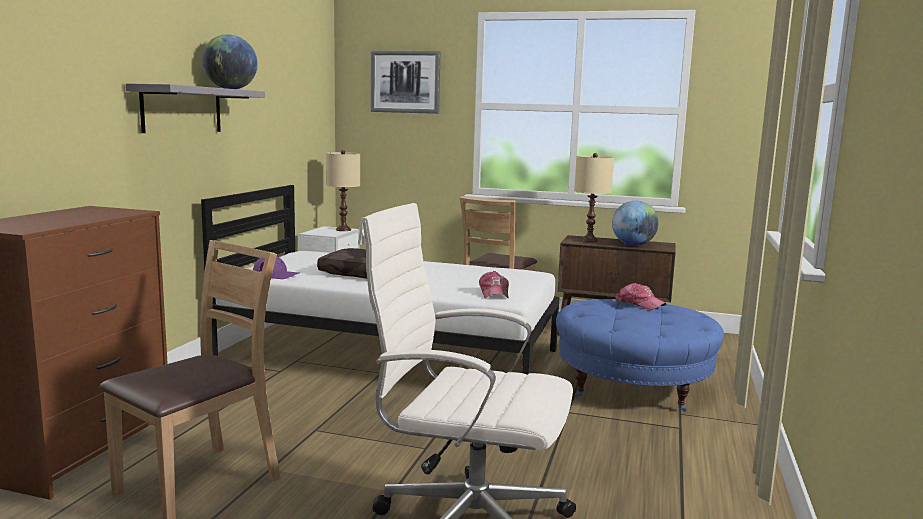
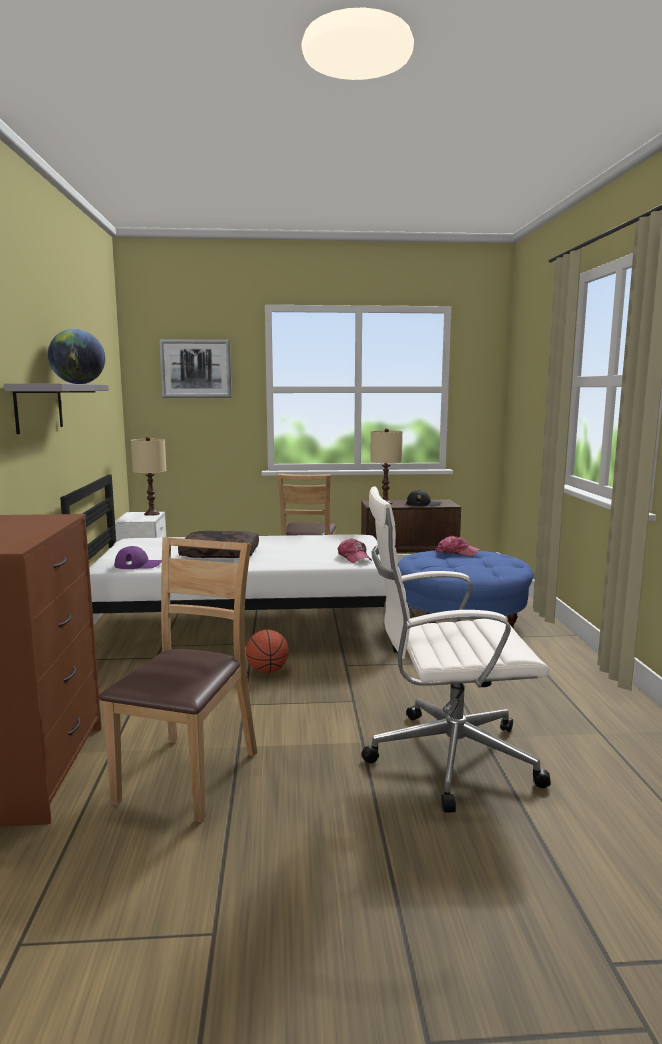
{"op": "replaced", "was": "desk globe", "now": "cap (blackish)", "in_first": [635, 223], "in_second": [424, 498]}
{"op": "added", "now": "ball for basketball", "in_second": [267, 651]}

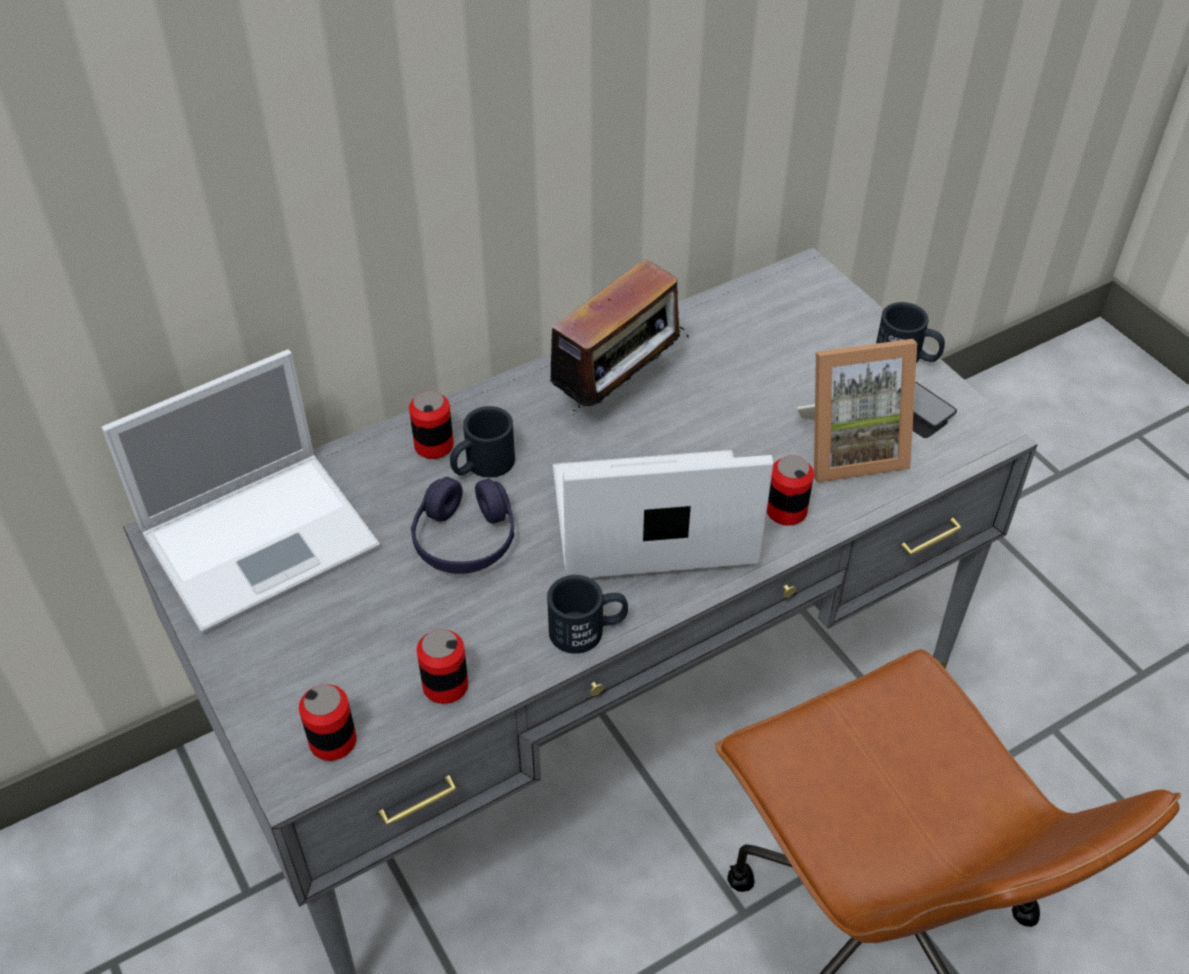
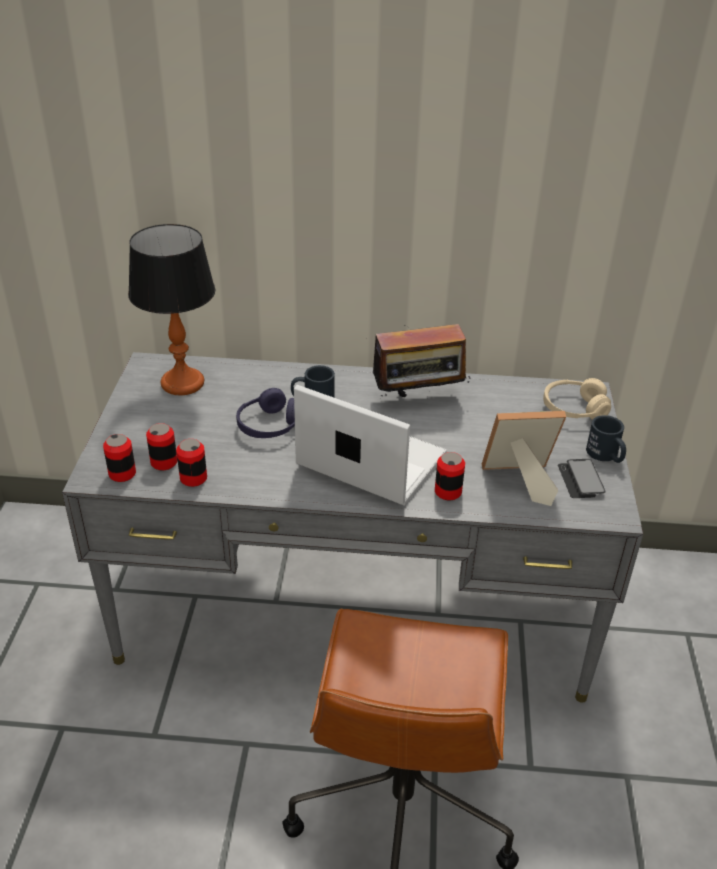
{"op": "replaced", "was": "portable computer", "now": "table lamp", "in_first": [240, 491], "in_second": [171, 309]}
{"op": "moved", "was": "can", "in_first": [431, 425], "in_second": [161, 446]}
{"op": "removed", "was": "tea mug (blackish)", "in_first": [587, 614]}
{"op": "turned", "was": "standing frame", "in_first": [857, 411], "in_second": [524, 458], "clockwise": 150}
{"op": "added", "now": "headphones (sand-coloured)", "in_second": [577, 399]}

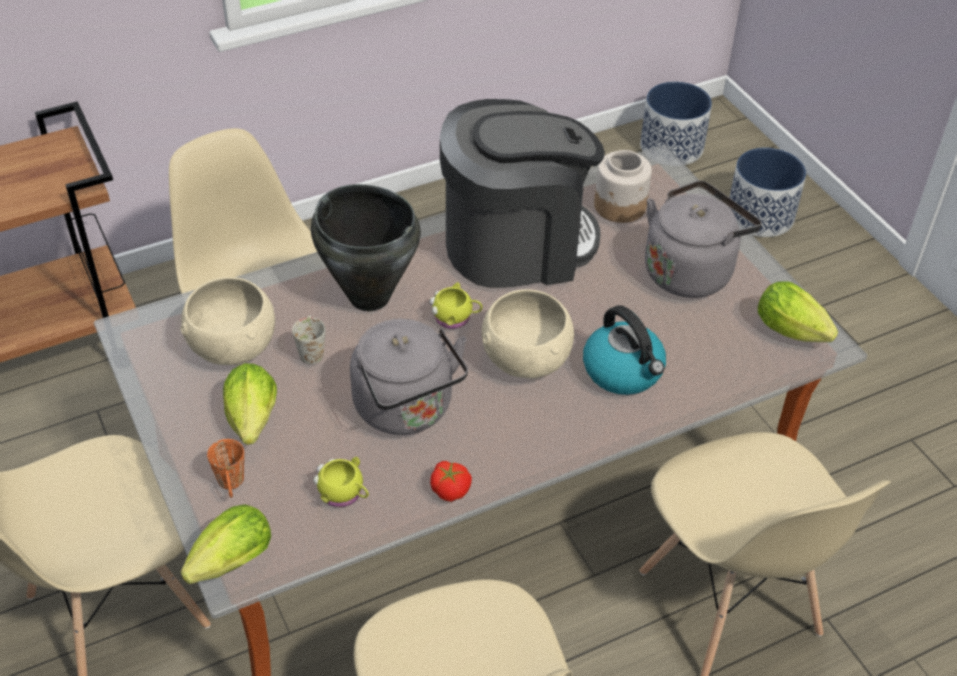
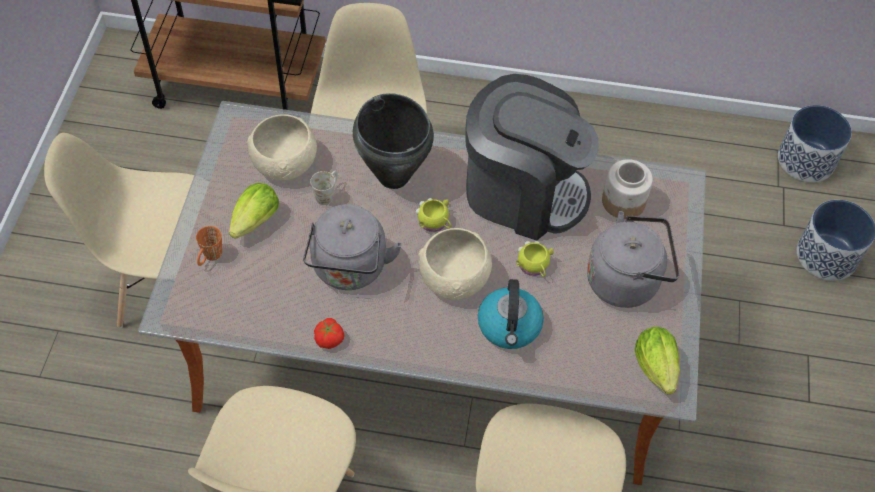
{"op": "removed", "was": "head of lettuce", "in_first": [226, 544]}
{"op": "moved", "was": "tea mug (yellow-coloured)", "in_first": [341, 482], "in_second": [534, 259]}

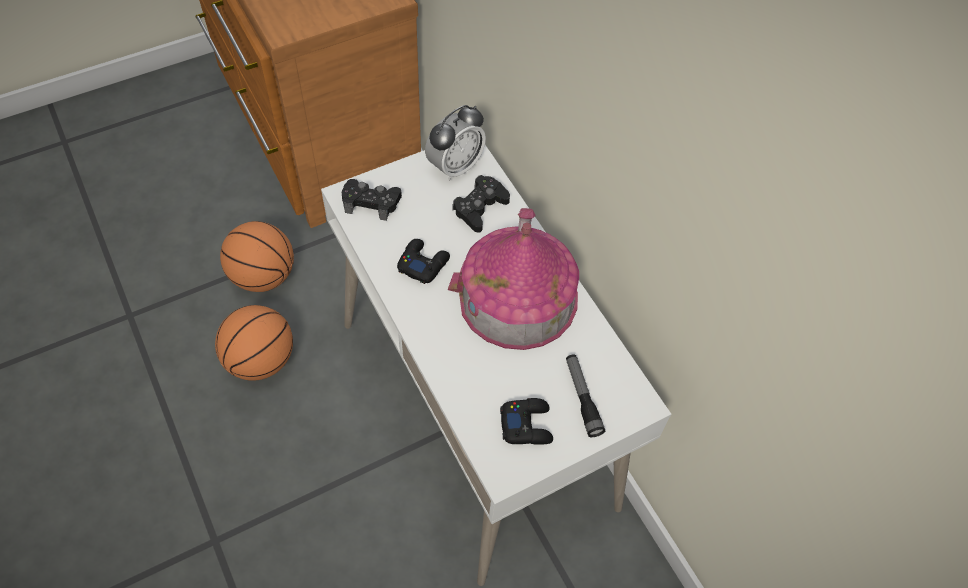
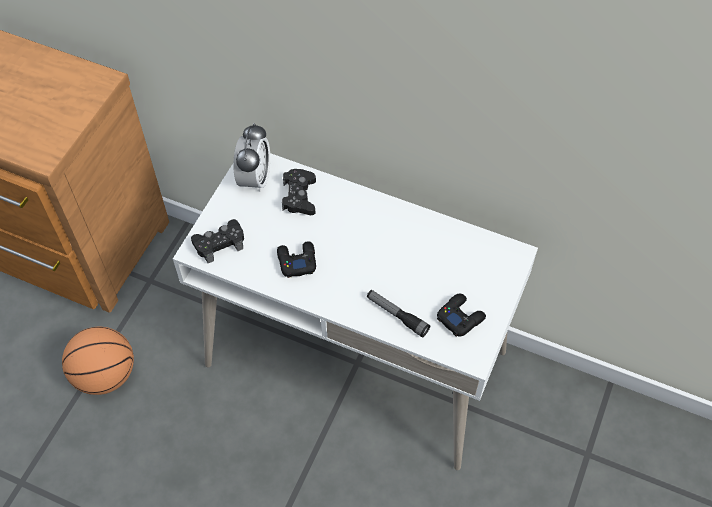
{"op": "removed", "was": "ball for basketball", "in_first": [254, 343]}
{"op": "removed", "was": "toy house", "in_first": [513, 279]}
{"op": "moved", "was": "hand torch", "in_first": [585, 395], "in_second": [398, 314]}

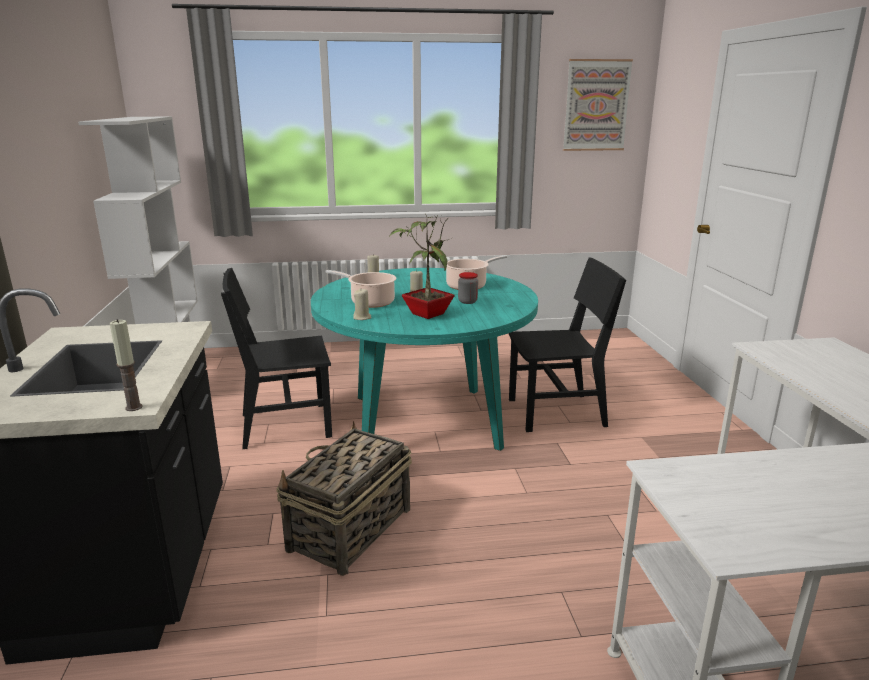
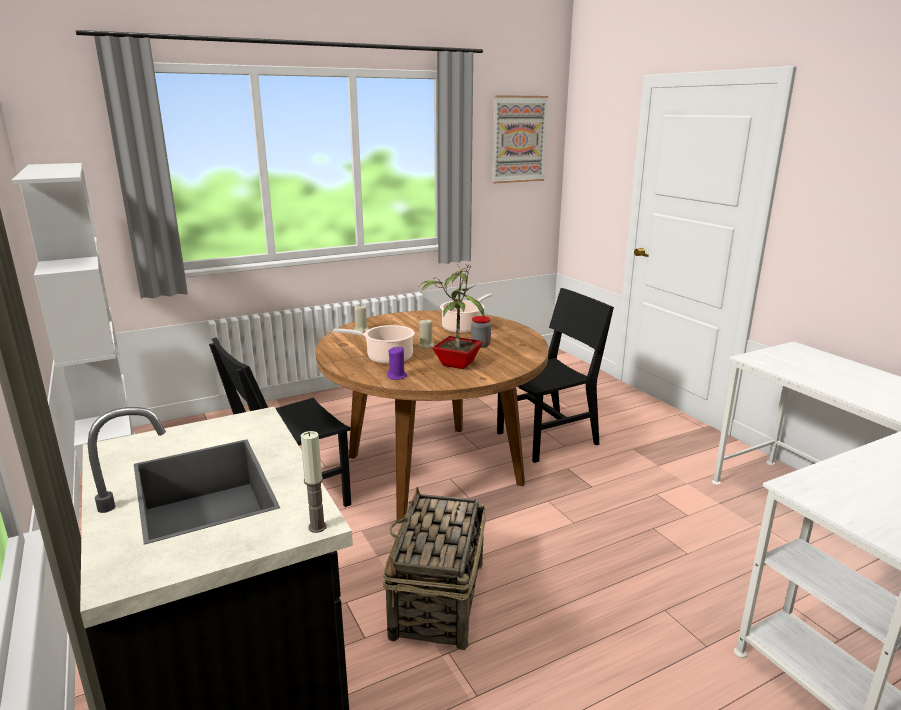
{"op": "recoloured", "was": "dining table (turquoise-coloured)", "now": "dining table (brown)", "in_first": [424, 359], "in_second": [432, 415]}
{"op": "recoloured", "was": "candle (sand-coloured)", "now": "candle (purplish)", "in_first": [362, 304], "in_second": [397, 363]}

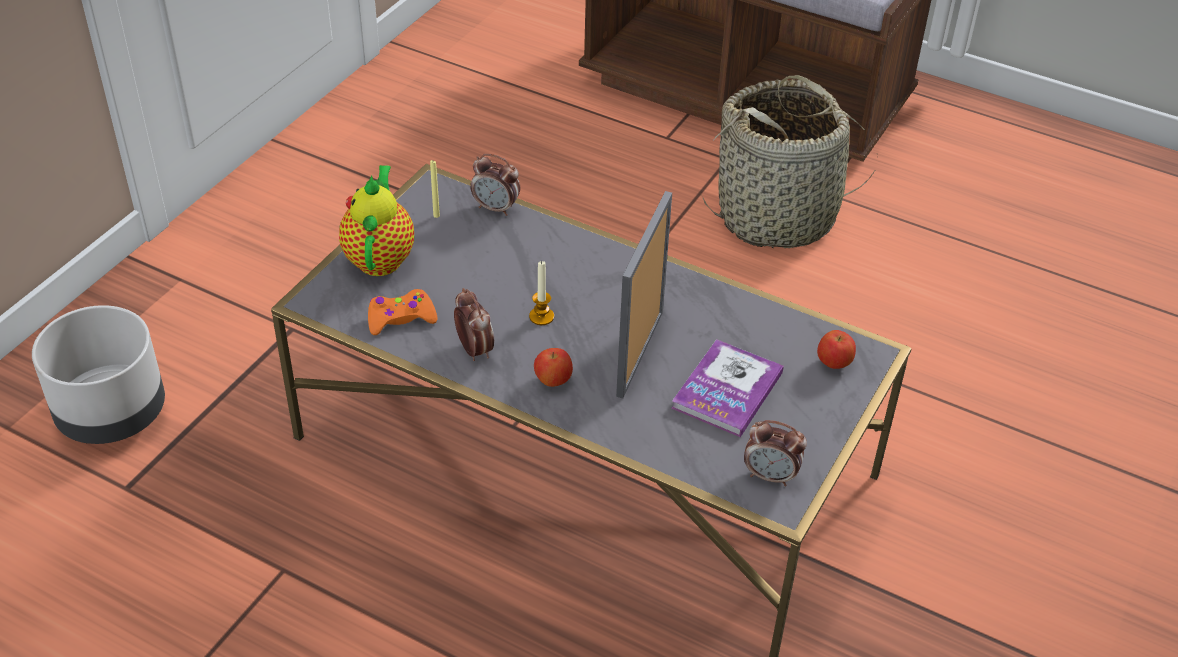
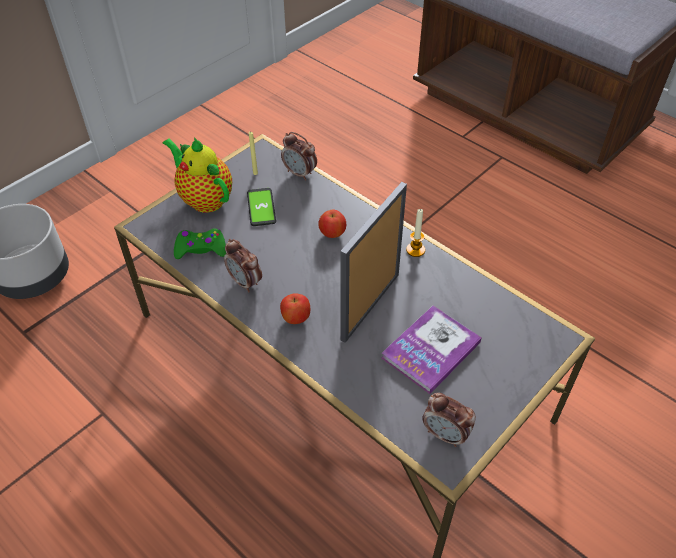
{"op": "turned", "was": "teapot", "in_first": [376, 220], "in_second": [197, 175], "clockwise": -60}
{"op": "recoloured", "was": "gamepad (orange-coloured)", "now": "gamepad (green-coloured)", "in_first": [402, 312], "in_second": [200, 244]}
{"op": "turned", "was": "bedside clock", "in_first": [474, 324], "in_second": [243, 265], "clockwise": 150}
{"op": "moved", "was": "candle", "in_first": [541, 293], "in_second": [415, 233]}
{"op": "removed", "was": "storage basket", "in_first": [788, 161]}
{"op": "moved", "was": "apple", "in_first": [836, 349], "in_second": [332, 224]}
{"op": "added", "now": "phone", "in_second": [261, 207]}

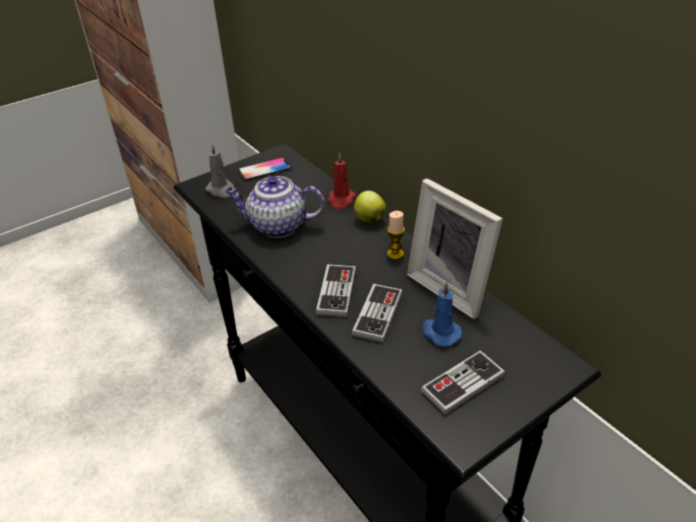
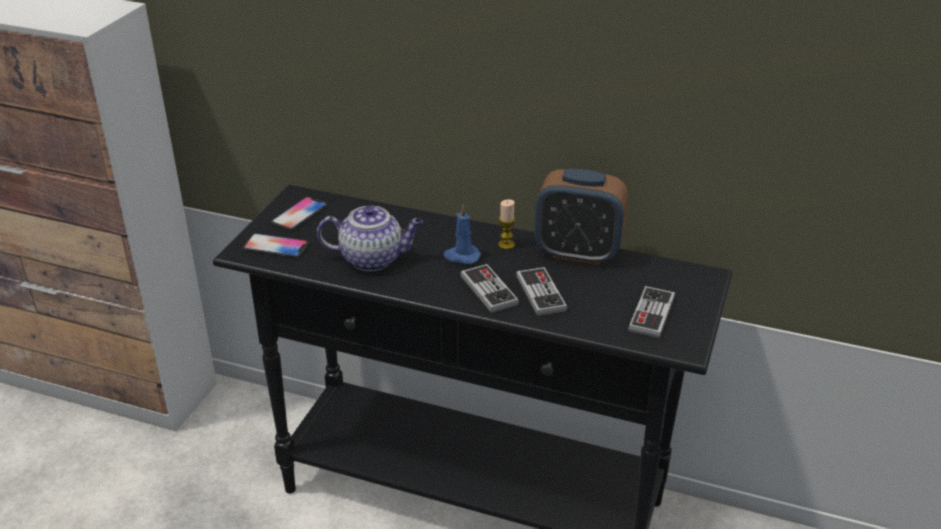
{"op": "replaced", "was": "candle (gray)", "now": "phone", "in_first": [220, 171], "in_second": [276, 245]}
{"op": "turned", "was": "teapot", "in_first": [275, 207], "in_second": [370, 238], "clockwise": -150}
{"op": "removed", "was": "candle (red)", "in_first": [342, 181]}
{"op": "removed", "was": "apple", "in_first": [370, 207]}
{"op": "replaced", "was": "standing frame", "now": "bedside clock", "in_first": [455, 248], "in_second": [581, 217]}
{"op": "moved", "was": "candle (blue-coloured)", "in_first": [442, 314], "in_second": [462, 234]}

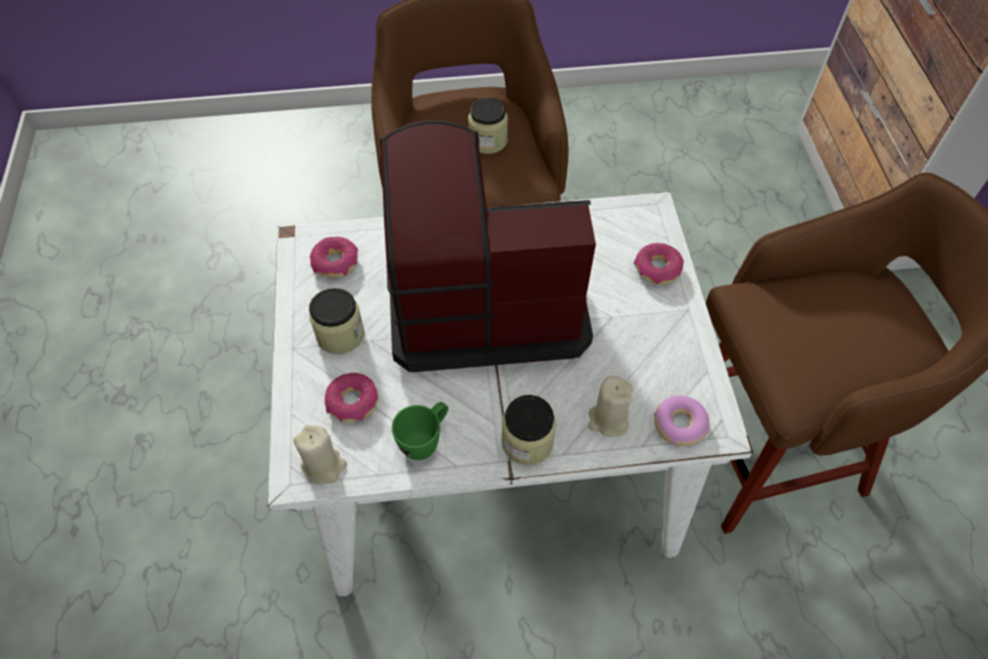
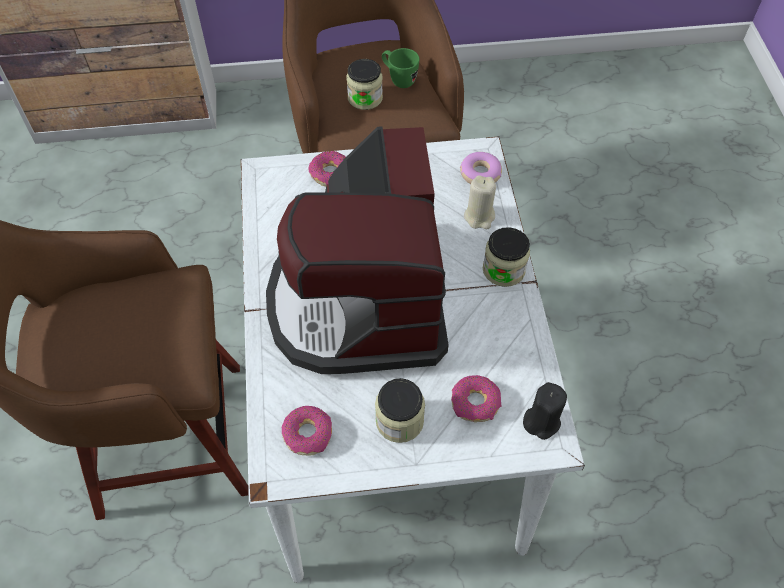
{"op": "recoloured", "was": "candle (sand-coloured)", "now": "candle (blackish)", "in_first": [320, 455], "in_second": [545, 411]}
{"op": "moved", "was": "tea mug (green-coloured)", "in_first": [420, 431], "in_second": [400, 68]}
{"op": "moved", "was": "storage jar", "in_first": [488, 126], "in_second": [365, 84]}

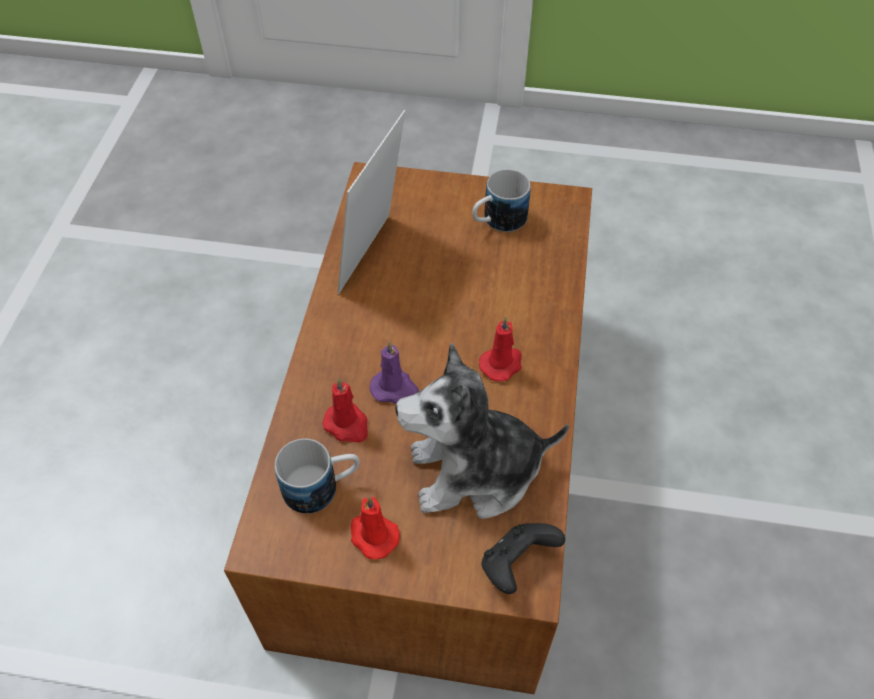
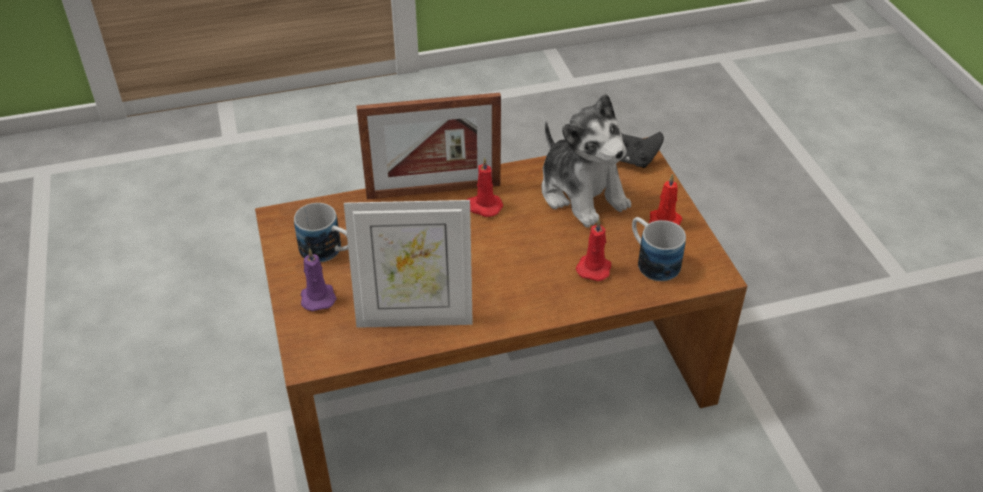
{"op": "moved", "was": "candle (purplish)", "in_first": [394, 372], "in_second": [319, 279]}
{"op": "added", "now": "standing frame", "in_second": [428, 146]}

